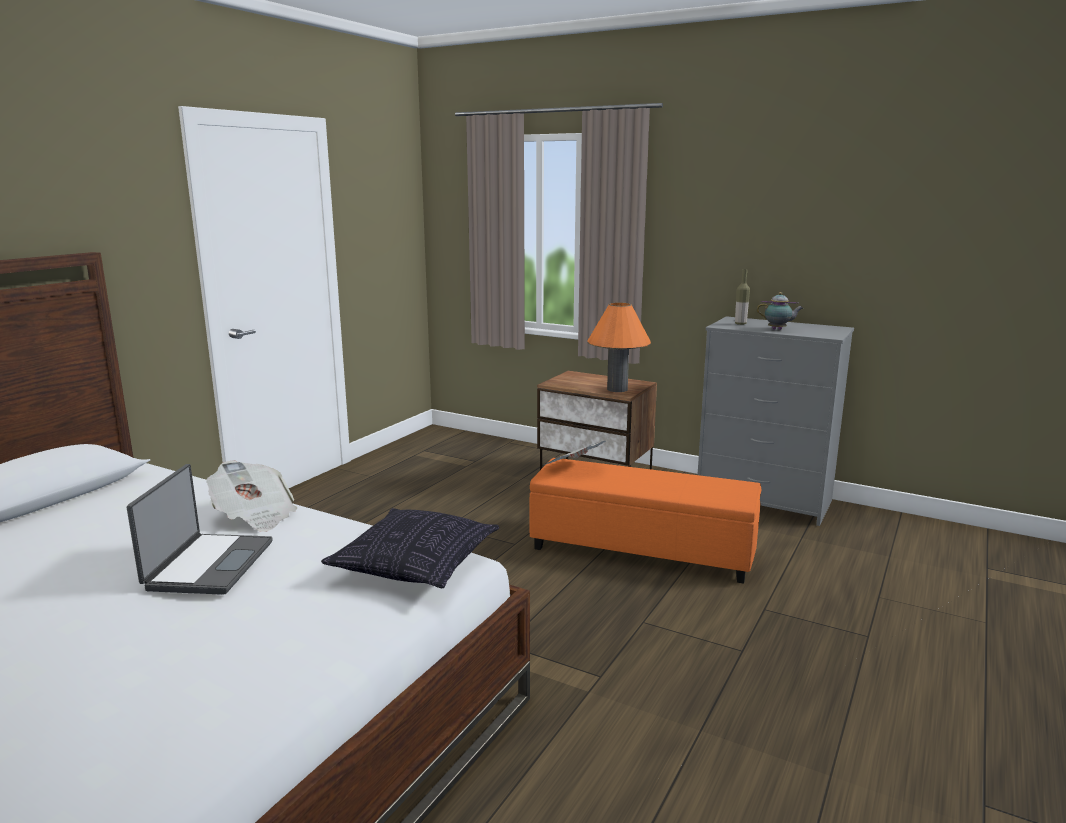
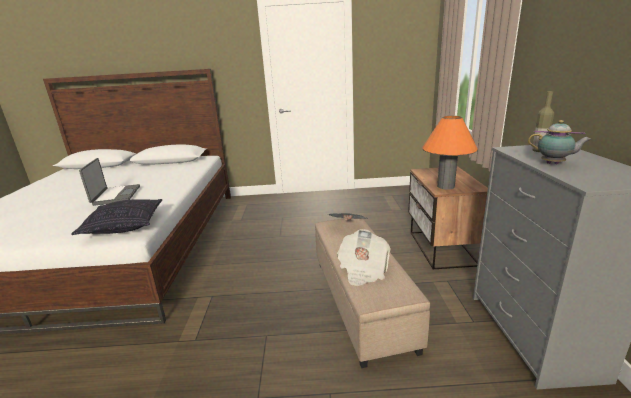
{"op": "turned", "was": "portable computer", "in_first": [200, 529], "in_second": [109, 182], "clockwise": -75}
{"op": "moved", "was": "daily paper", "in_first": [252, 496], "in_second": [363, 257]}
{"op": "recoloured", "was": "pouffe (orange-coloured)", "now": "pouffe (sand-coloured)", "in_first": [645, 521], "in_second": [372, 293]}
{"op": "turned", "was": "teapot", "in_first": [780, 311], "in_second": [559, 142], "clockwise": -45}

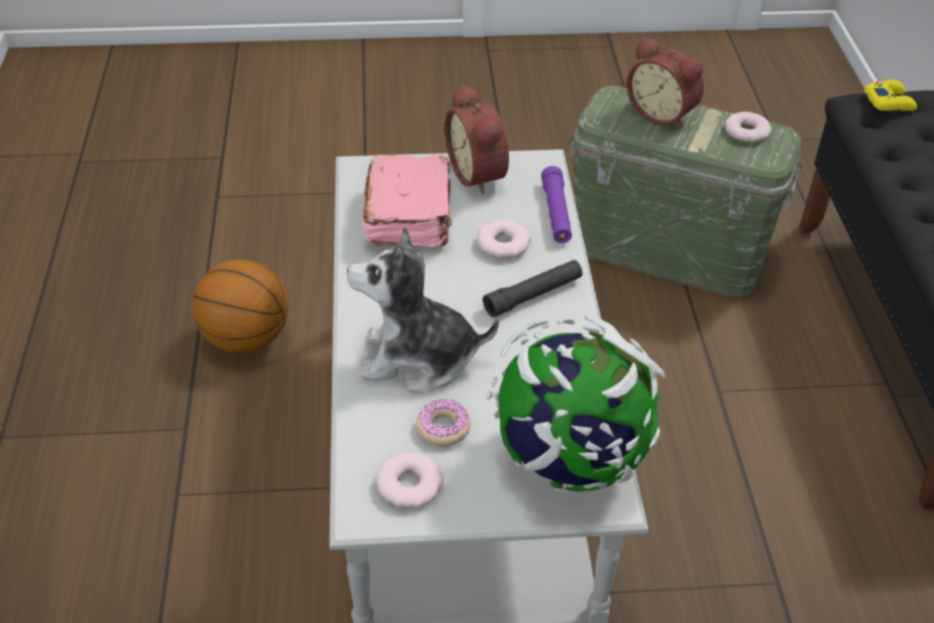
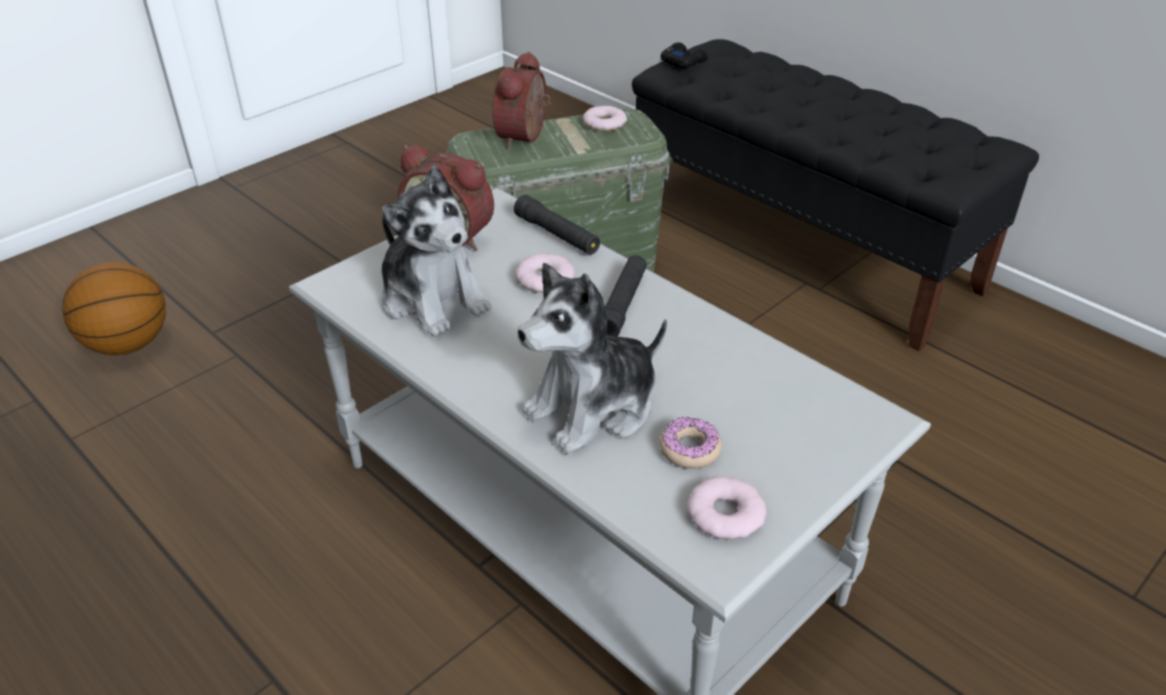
{"op": "moved", "was": "ball for basketball", "in_first": [240, 306], "in_second": [114, 308]}
{"op": "replaced", "was": "volume (pink-coloured)", "now": "cuddly toy", "in_first": [407, 201], "in_second": [436, 251]}
{"op": "removed", "was": "desk globe", "in_first": [576, 404]}
{"op": "recoloured", "was": "hand torch (purplish)", "now": "hand torch (blackish)", "in_first": [556, 204], "in_second": [557, 225]}
{"op": "turned", "was": "bedside clock", "in_first": [665, 83], "in_second": [521, 100], "clockwise": 105}
{"op": "recoloured", "was": "gamepad (yellow-coloured)", "now": "gamepad (blackish)", "in_first": [890, 95], "in_second": [684, 55]}

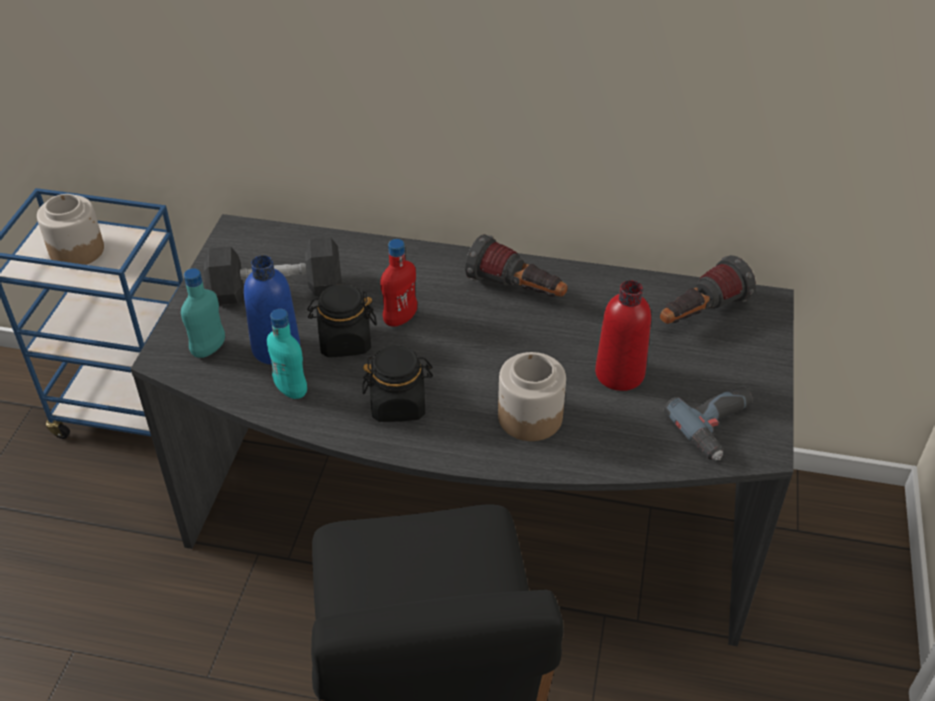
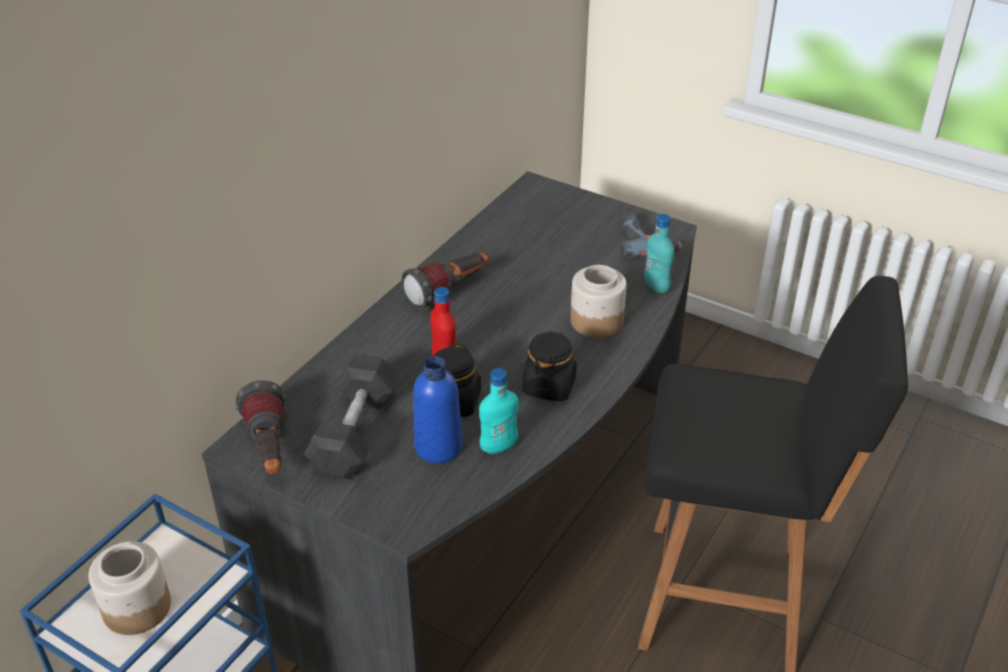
{"op": "moved", "was": "beverage bottle (turquoise-coloured)", "in_first": [203, 313], "in_second": [659, 254]}
{"op": "removed", "was": "beverage bottle (red)", "in_first": [623, 335]}
{"op": "moved", "was": "hand torch", "in_first": [708, 289], "in_second": [260, 427]}

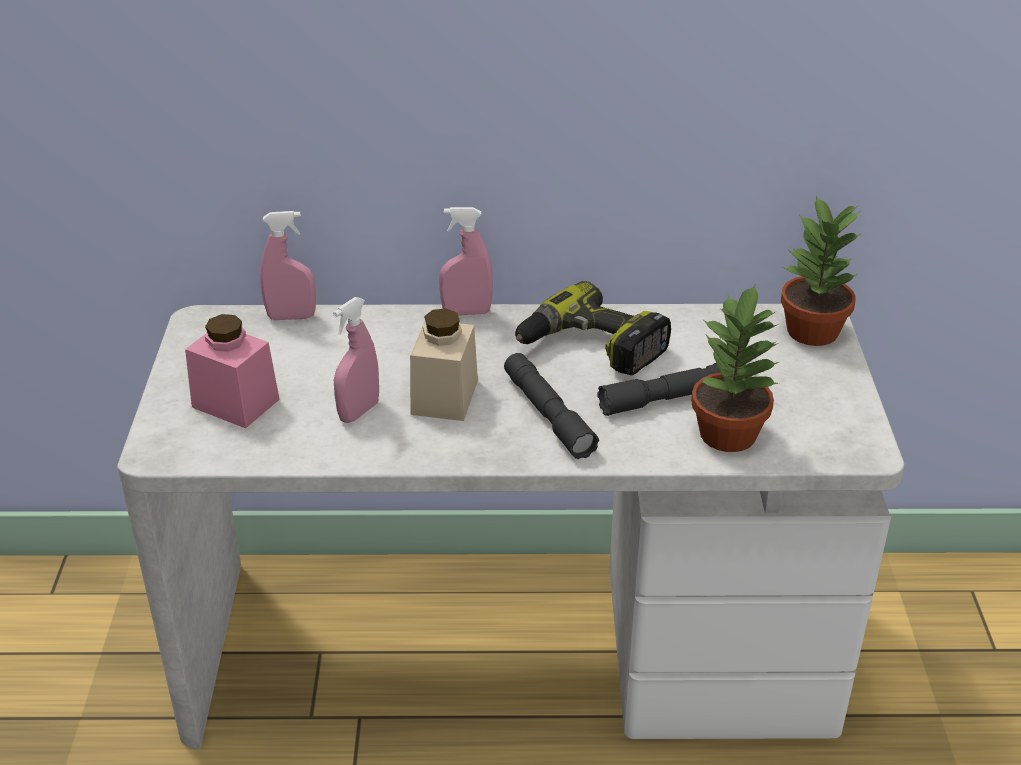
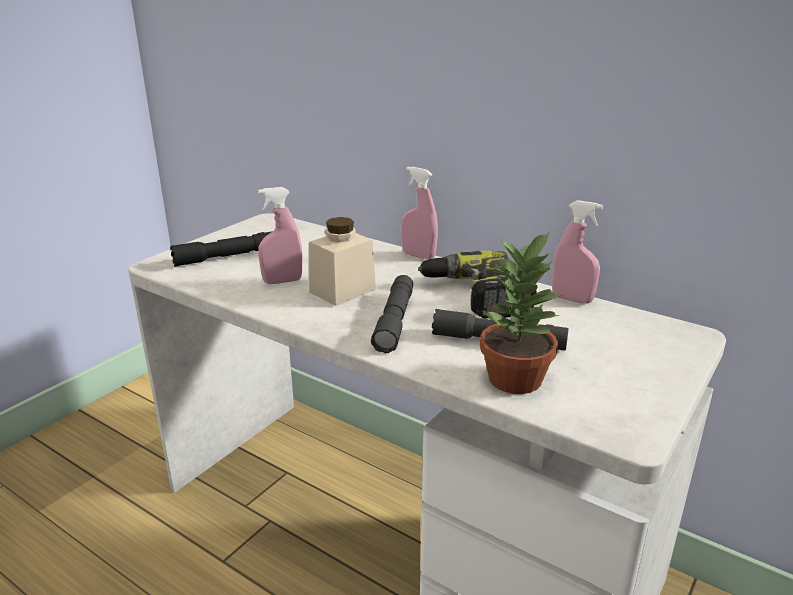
{"op": "replaced", "was": "storage jar (pink-coloured)", "now": "hand torch (blackish)", "in_first": [232, 371], "in_second": [221, 249]}
{"op": "moved", "was": "sprayer (pink-coloured)", "in_first": [288, 265], "in_second": [577, 252]}
{"op": "removed", "was": "houseplant", "in_first": [821, 271]}

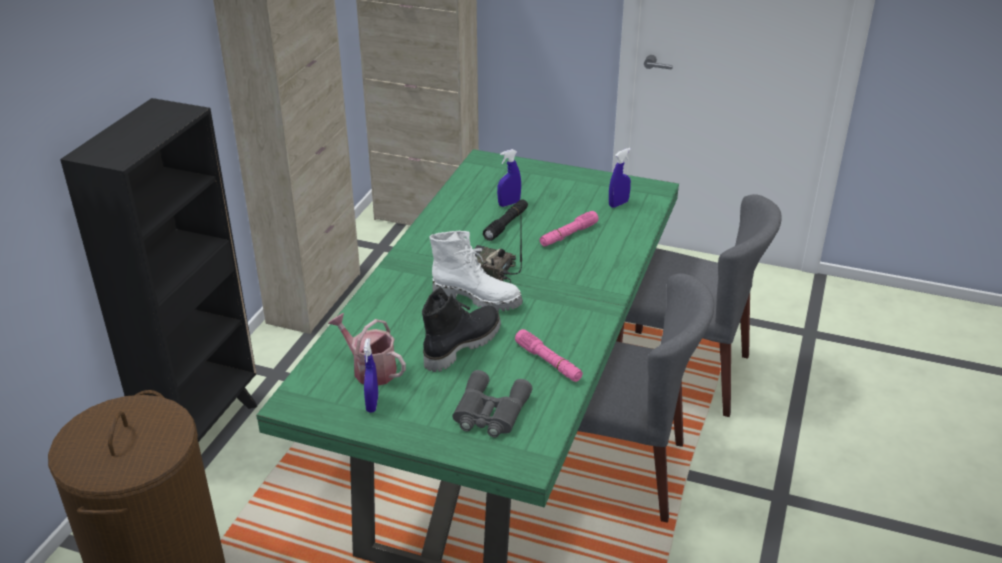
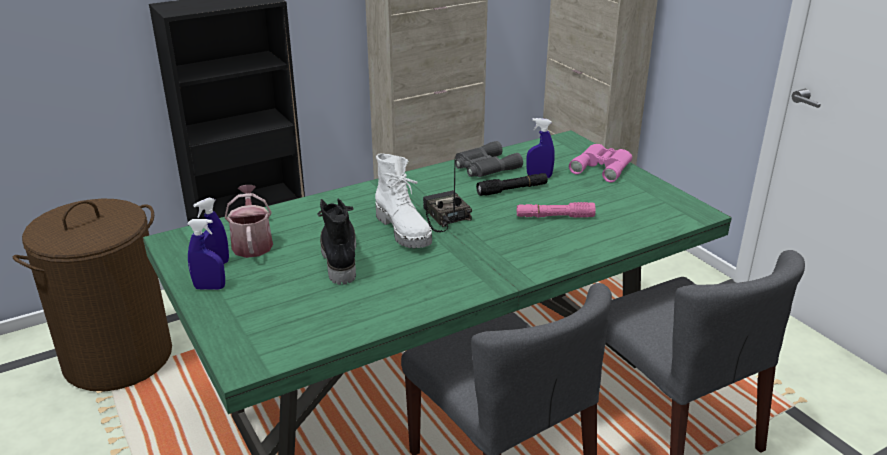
{"op": "turned", "was": "tall boot (blackish)", "in_first": [461, 329], "in_second": [336, 242], "clockwise": -90}
{"op": "moved", "was": "field glasses (gray)", "in_first": [492, 403], "in_second": [489, 159]}
{"op": "removed", "was": "hand torch (pink-coloured)", "in_first": [549, 355]}
{"op": "moved", "was": "sprayer (blue-coloured)", "in_first": [620, 178], "in_second": [206, 254]}
{"op": "added", "now": "field glasses (pink-coloured)", "in_second": [600, 163]}

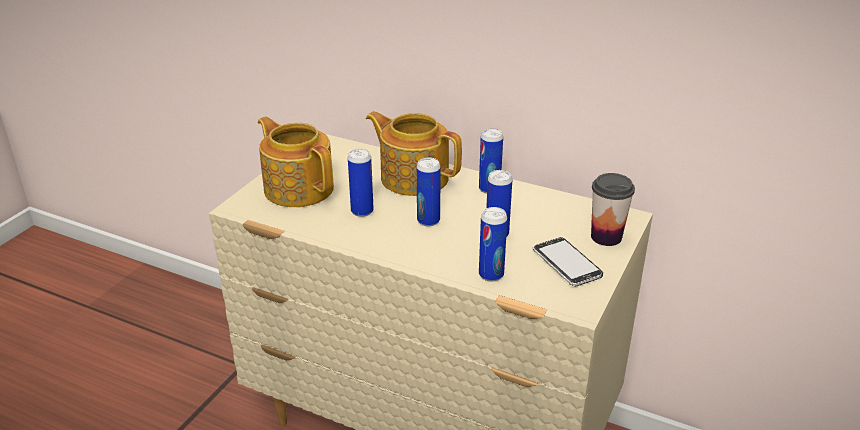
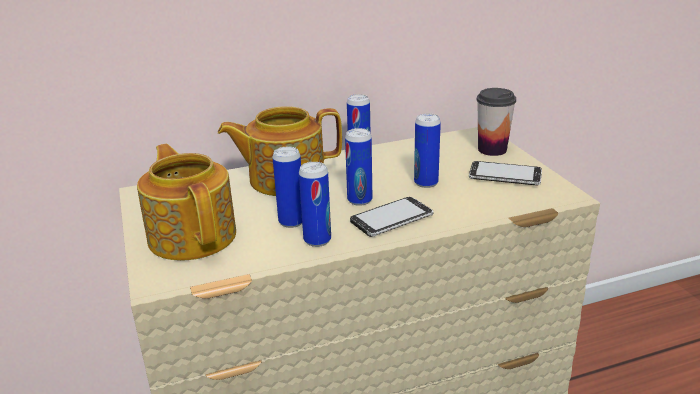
{"op": "turned", "was": "teapot", "in_first": [296, 161], "in_second": [186, 202], "clockwise": 60}
{"op": "moved", "was": "can", "in_first": [493, 244], "in_second": [315, 204]}
{"op": "added", "now": "phone", "in_second": [392, 217]}

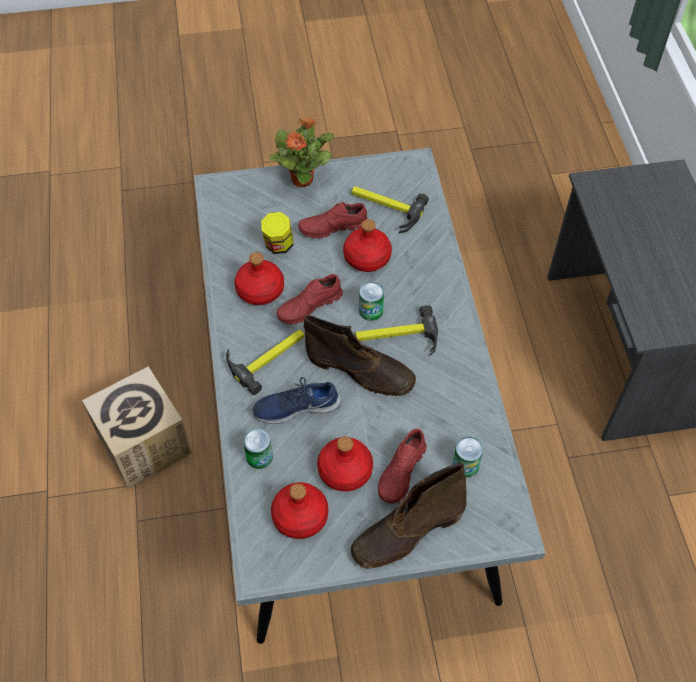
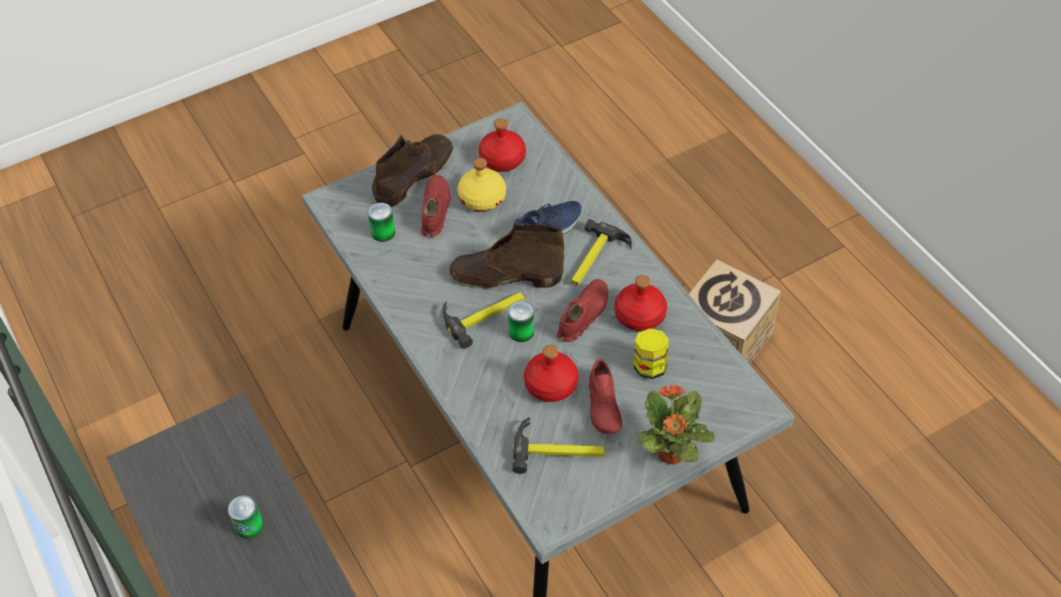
{"op": "moved", "was": "can", "in_first": [258, 448], "in_second": [245, 517]}
{"op": "turned", "was": "item of footwear (red)", "in_first": [332, 220], "in_second": [605, 396], "clockwise": 120}
{"op": "recoloured", "was": "beverage bottle (red)", "now": "beverage bottle (yellow-coloured)", "in_first": [345, 463], "in_second": [481, 184]}

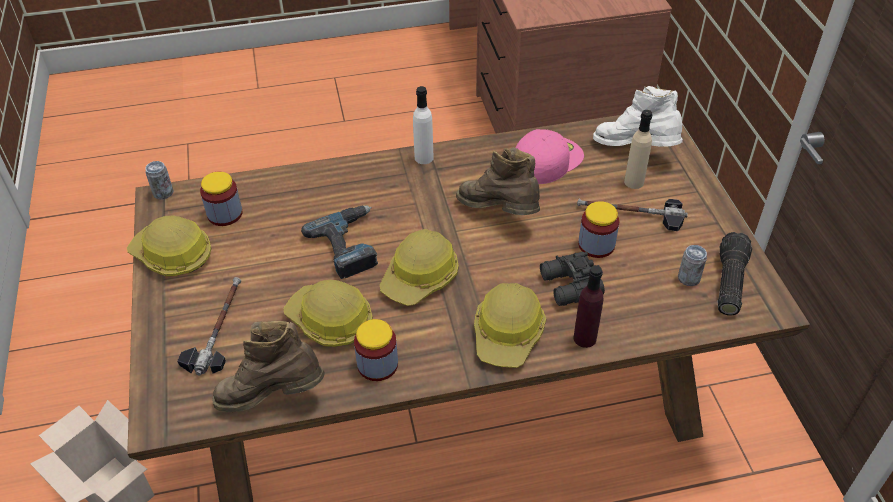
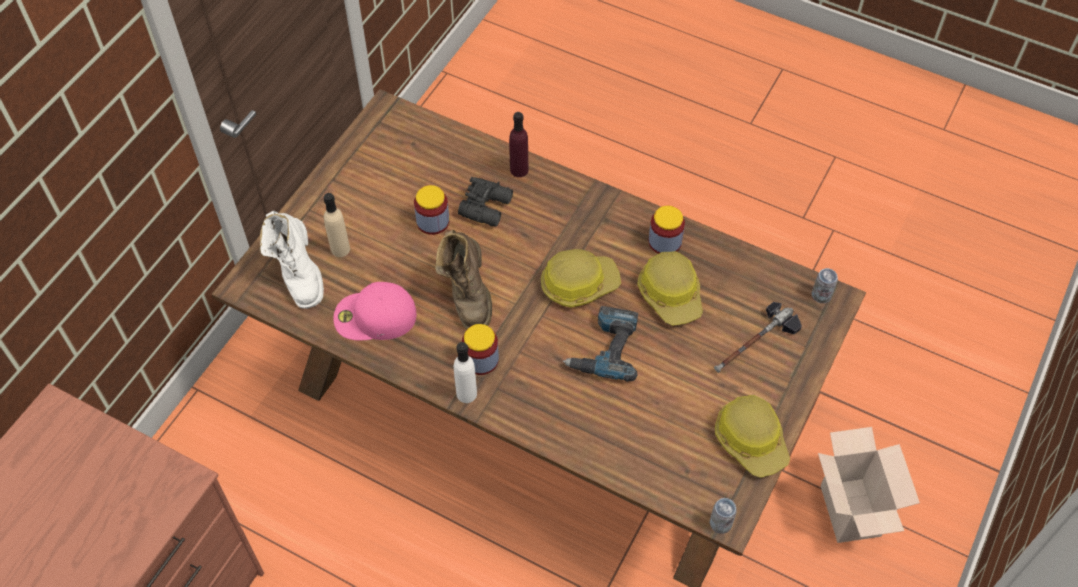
{"op": "moved", "was": "storage jar", "in_first": [221, 199], "in_second": [480, 349]}
{"op": "removed", "was": "tall boot (brown)", "in_first": [268, 366]}
{"op": "removed", "was": "hard hat", "in_first": [510, 325]}
{"op": "removed", "was": "hand hammer", "in_first": [632, 215]}
{"op": "moved", "was": "can", "in_first": [692, 265], "in_second": [825, 285]}
{"op": "removed", "was": "hand torch", "in_first": [734, 274]}

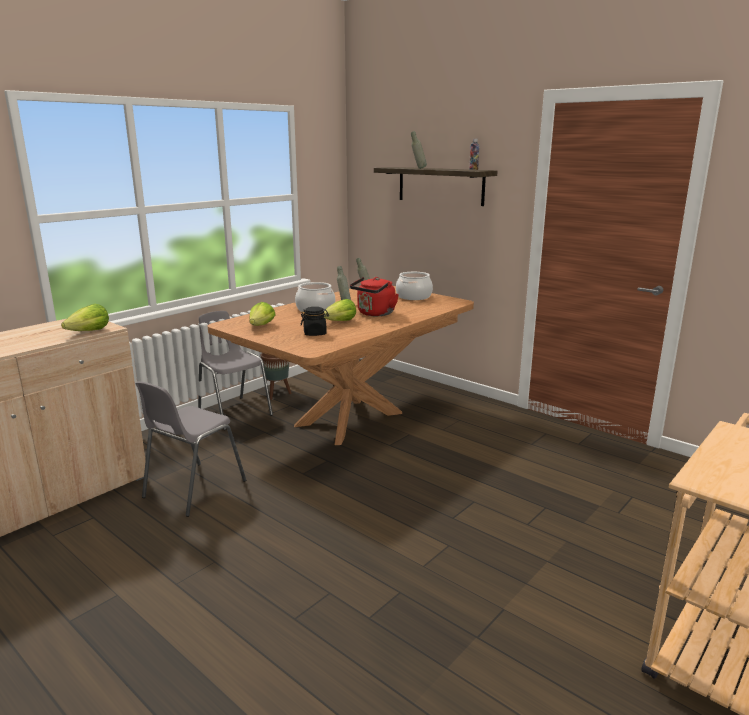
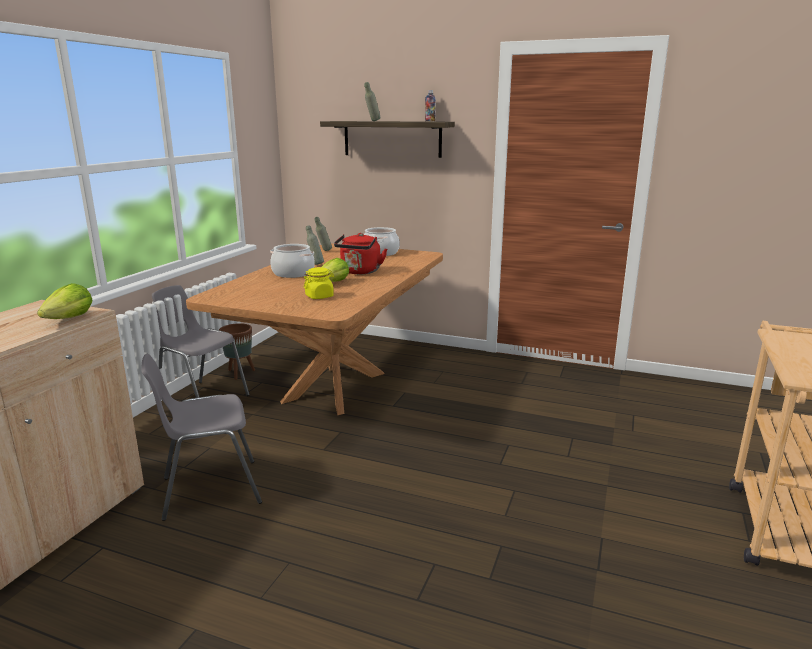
{"op": "turned", "was": "plain chair (gray)", "in_first": [190, 449], "in_second": [201, 437], "clockwise": 60}
{"op": "removed", "was": "head of lettuce", "in_first": [262, 314]}
{"op": "recoloured", "was": "storage jar (blackish)", "now": "storage jar (yellow-coloured)", "in_first": [315, 321], "in_second": [319, 283]}

